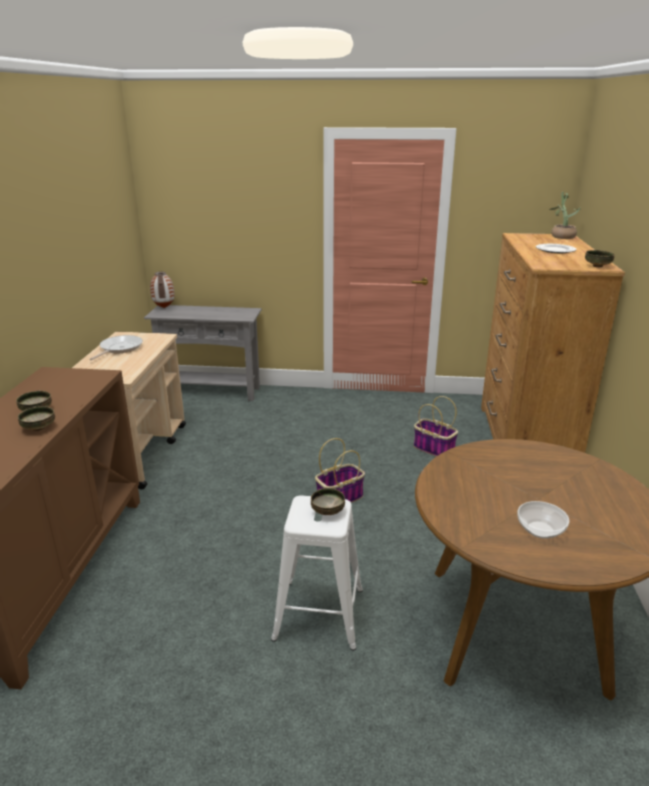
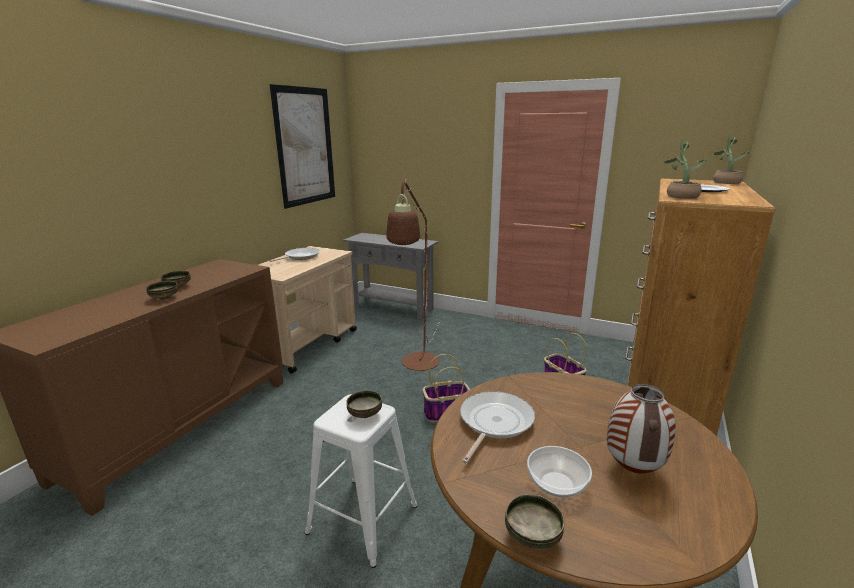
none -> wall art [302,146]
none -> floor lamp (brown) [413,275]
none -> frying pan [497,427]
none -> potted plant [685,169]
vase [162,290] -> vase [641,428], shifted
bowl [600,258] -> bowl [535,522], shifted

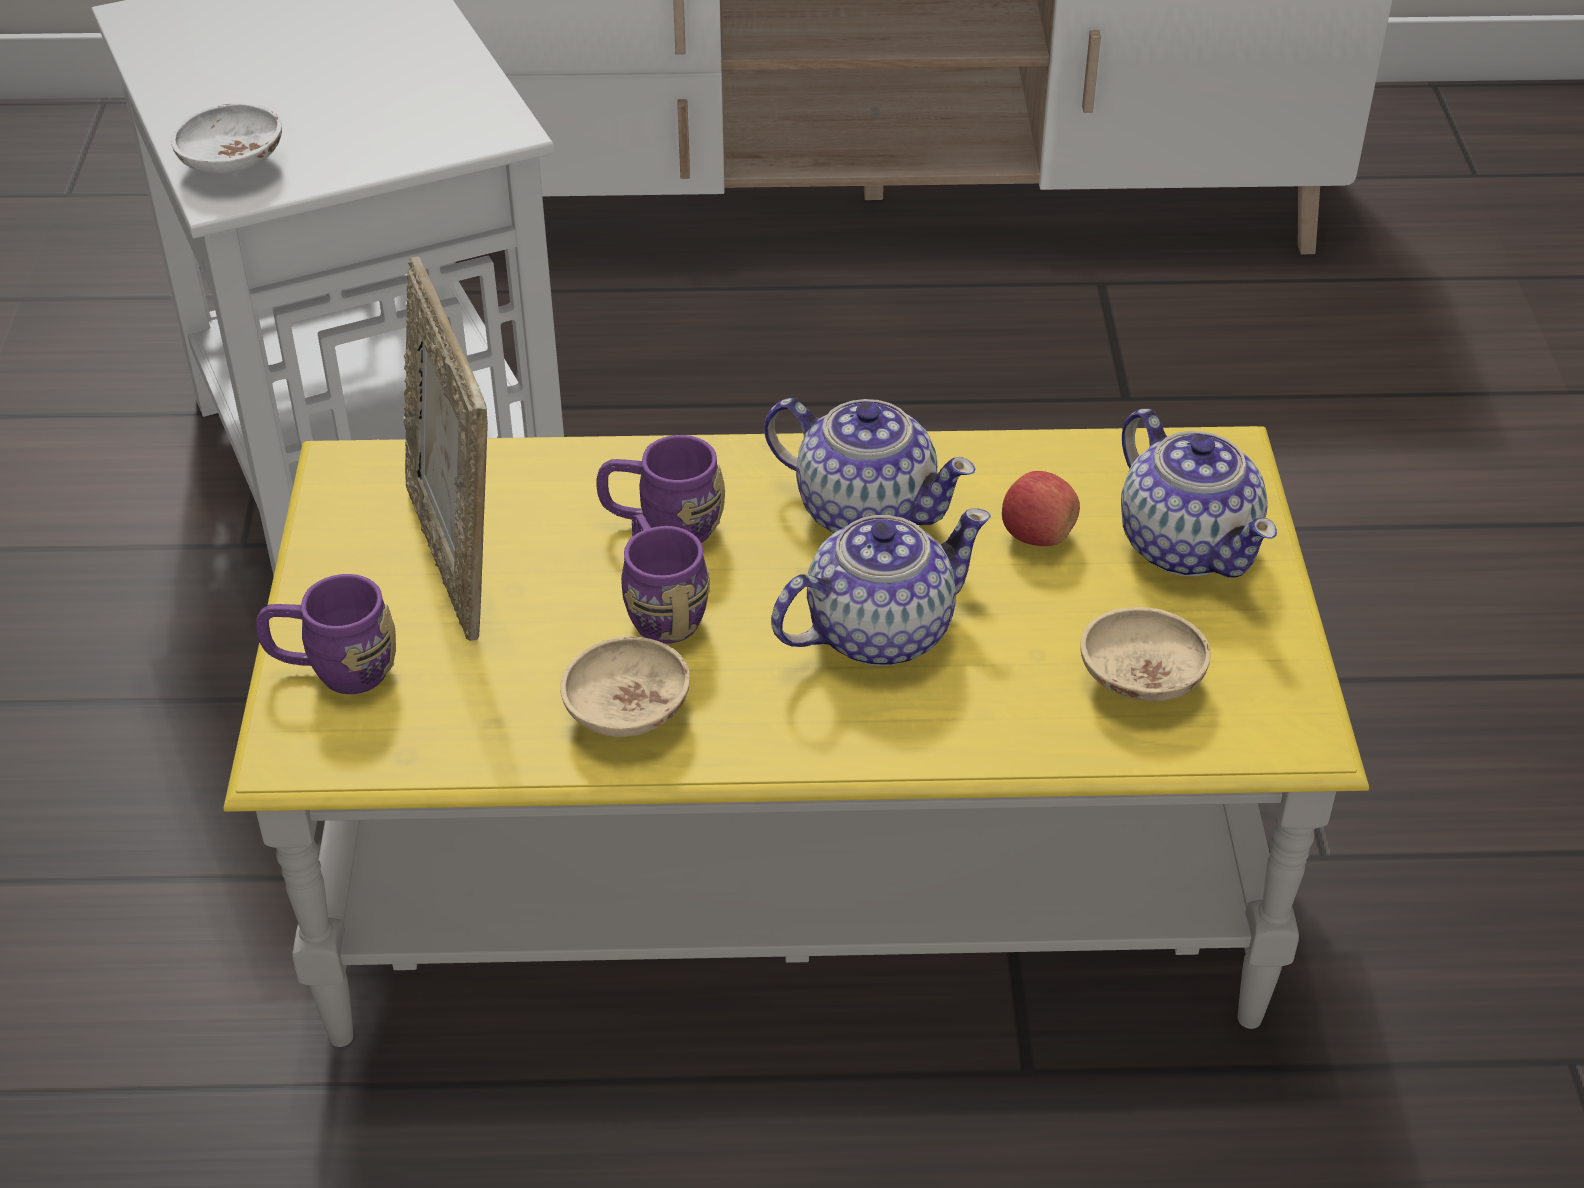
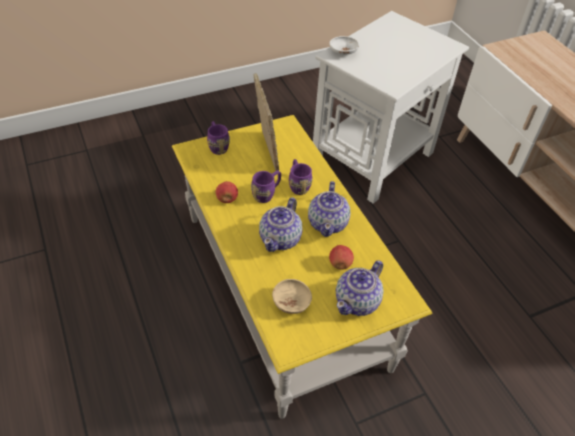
bowl (beige) [625,686] -> whole apple [227,192]
picture frame [446,449] -> picture frame [266,122], 120 degrees clockwise
pot for tea [881,587] -> pot for tea [280,224], 75 degrees clockwise

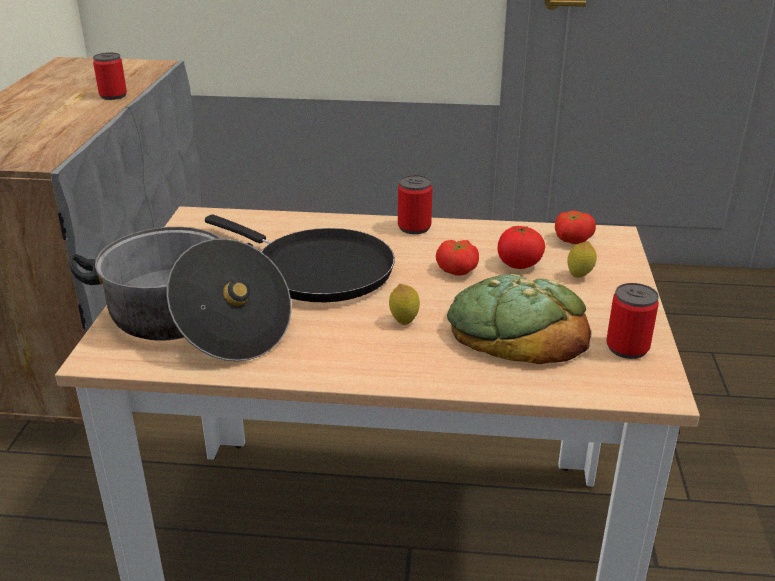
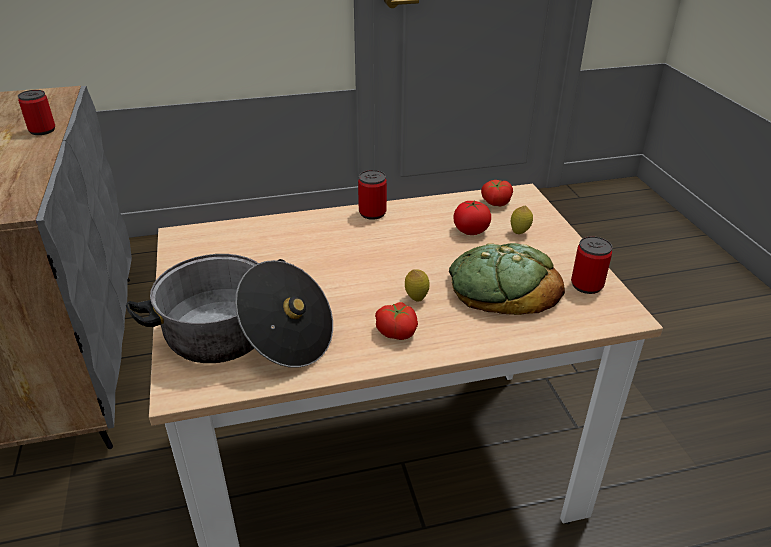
frying pan (blackish) [300,258] -> none
fresh tomato [457,257] -> fresh tomato [396,321], shifted

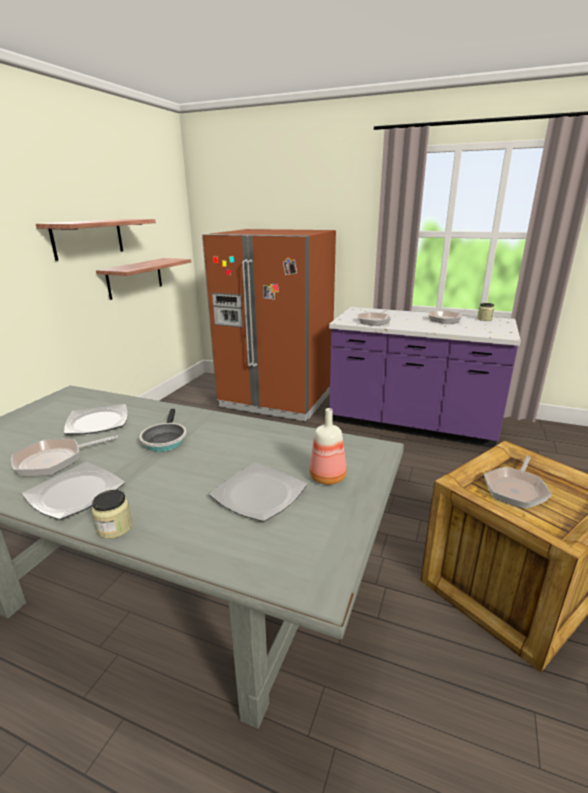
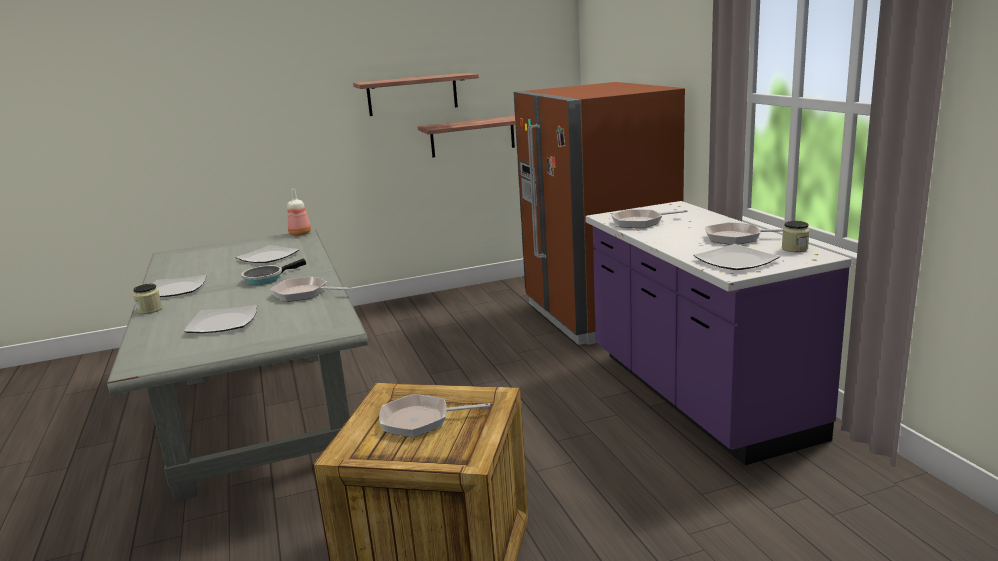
none -> dinner plate [736,257]
frying pan [64,455] -> frying pan [311,289], shifted
beverage bottle [328,446] -> beverage bottle [299,212], shifted

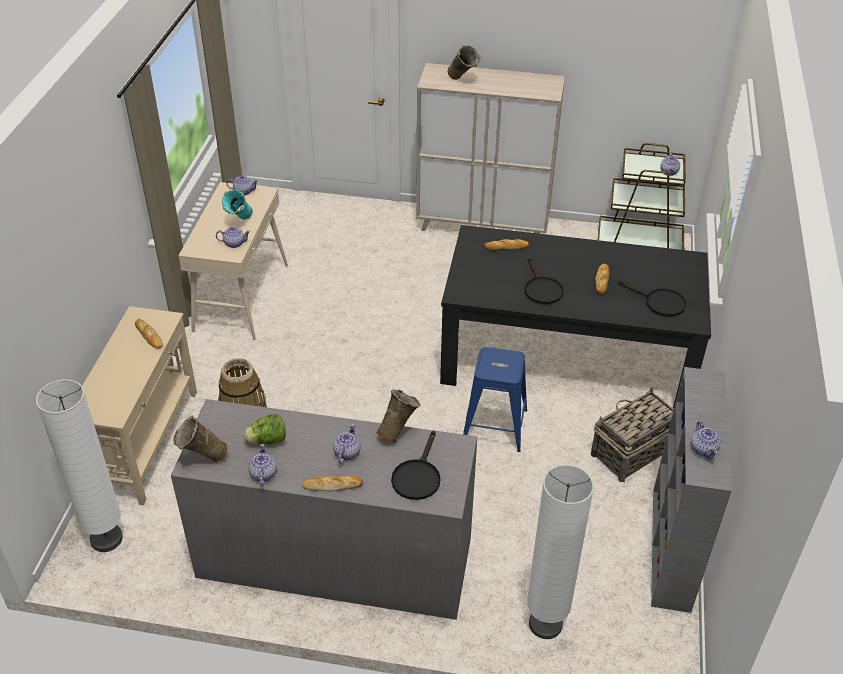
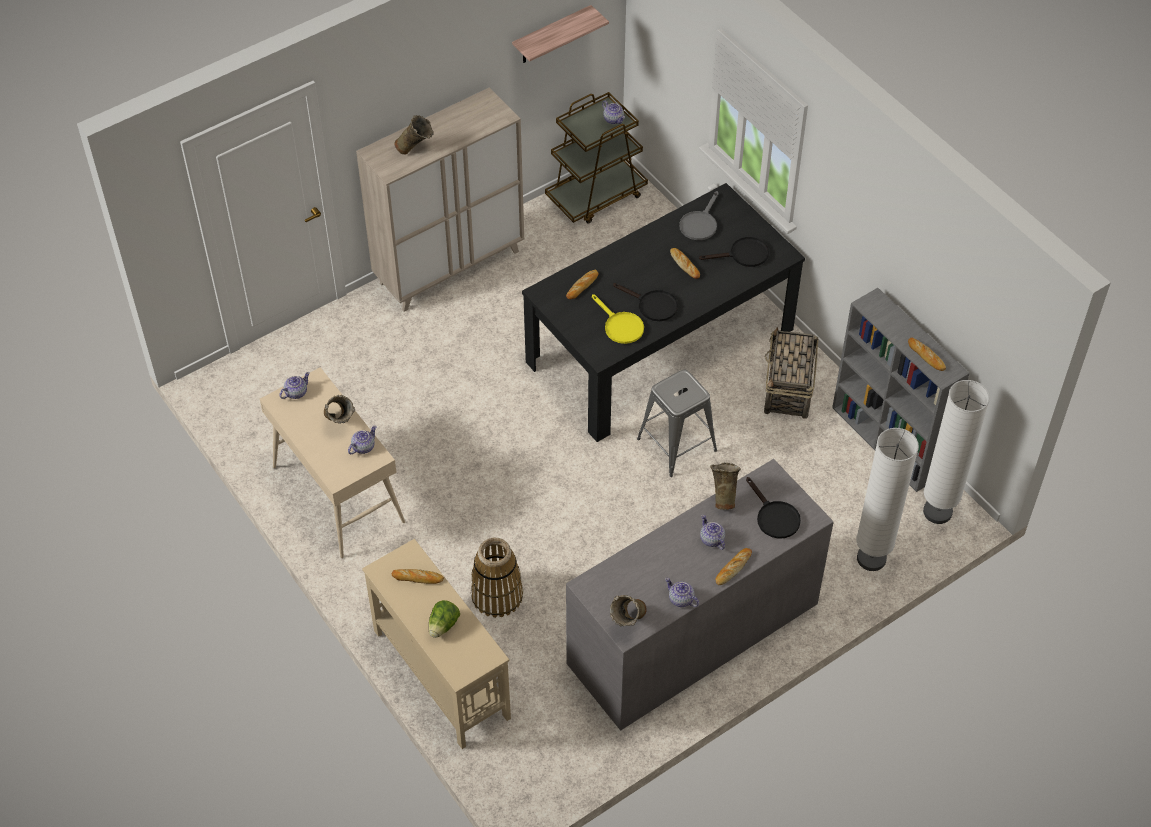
none -> shelf [560,34]
none -> frying pan (yellowish) [618,319]
none -> frying pan (gray) [699,215]
floor lamp (white) [79,466] -> floor lamp (white) [956,452], shifted
lettuce head [265,429] -> lettuce head [444,619], shifted
pot for tea [706,440] -> bread [927,354]
vase (turquoise) [237,204] -> vase (beige) [339,409]
stool seat (blue-coloured) [495,399] -> stool seat (gray) [677,423]

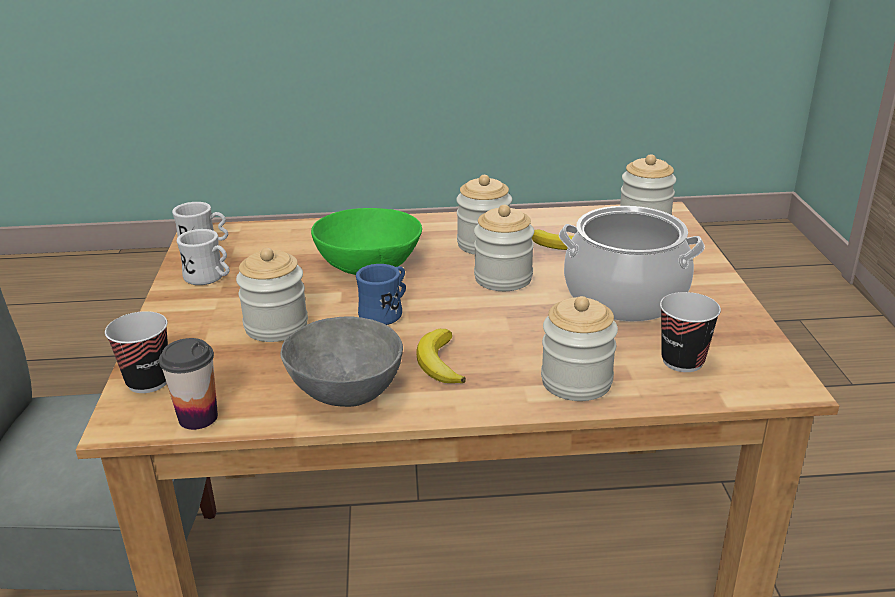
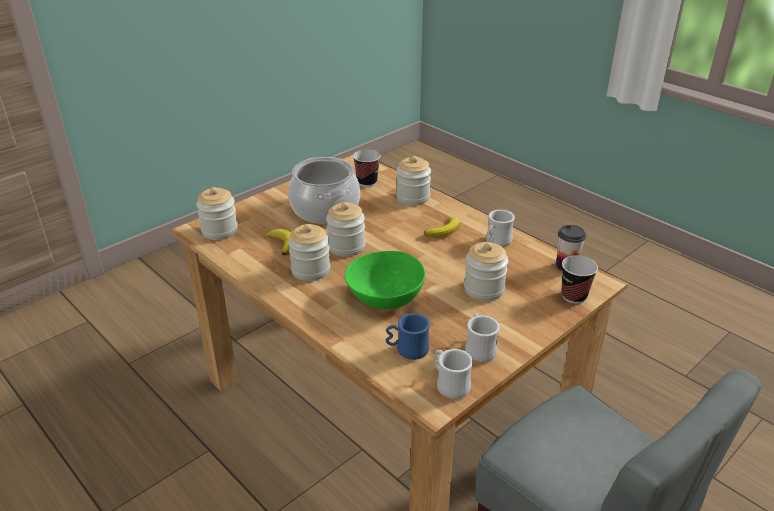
coffee mug (blue-coloured) [381,294] -> coffee mug (blue-coloured) [407,336], shifted
bowl (gray) [341,362] -> coffee mug (white) [500,228]

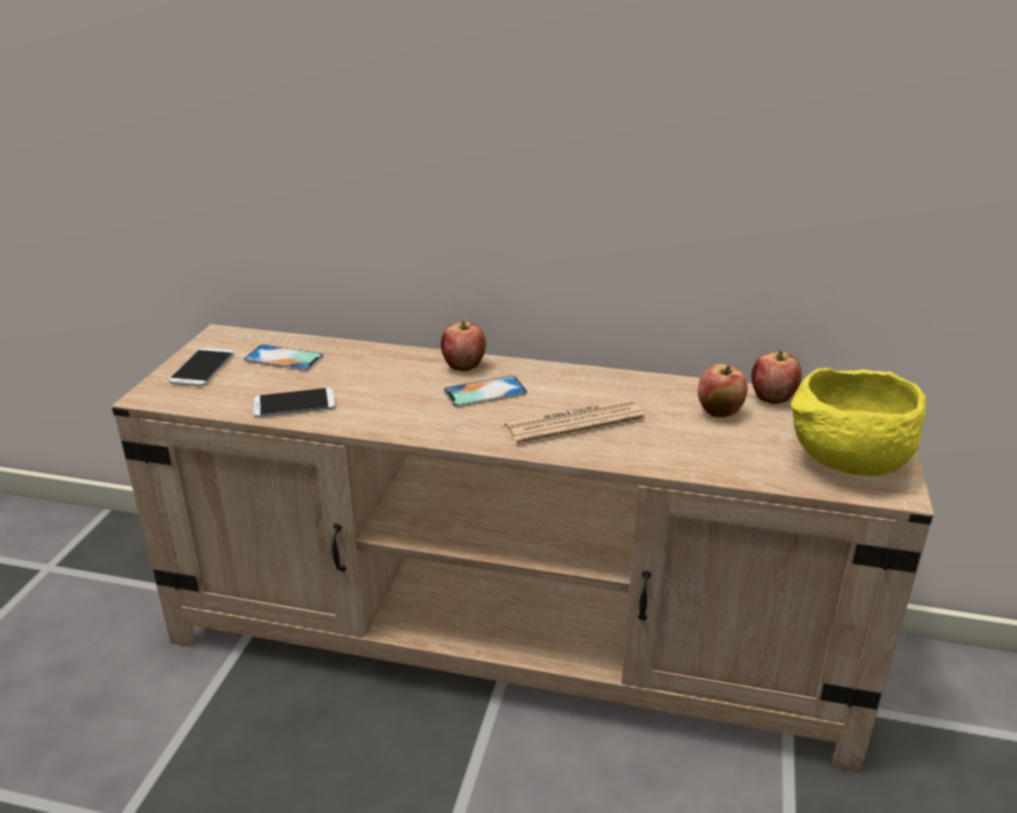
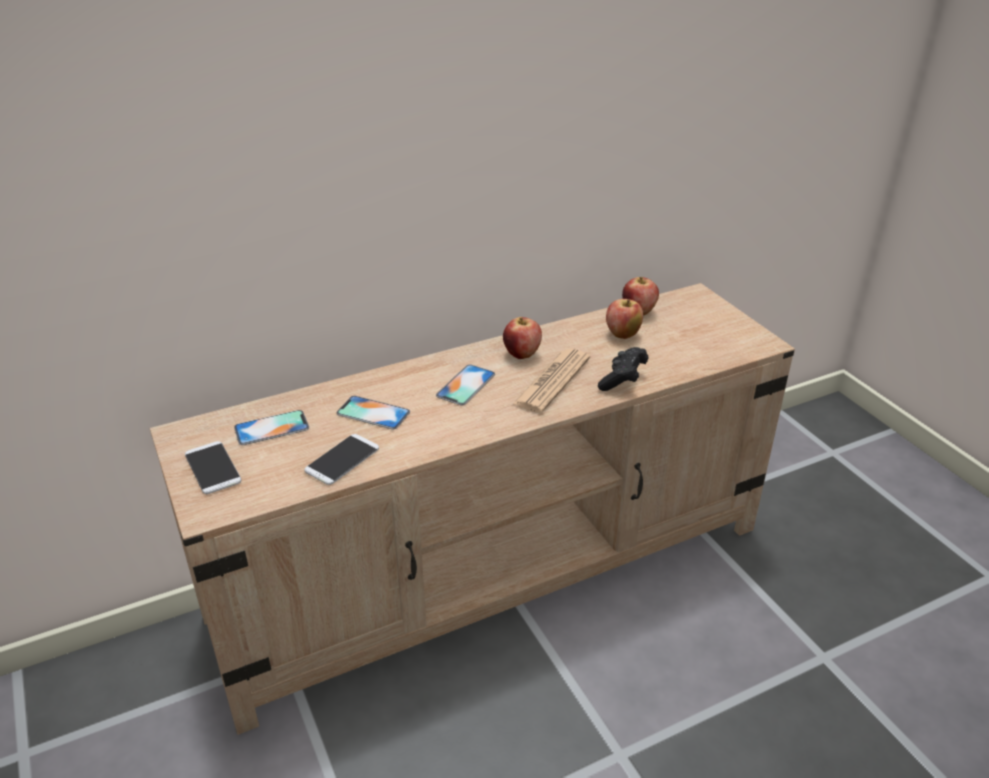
bowl (yellowish) [858,422] -> none
none -> phone [373,412]
none -> game controller (blackish) [623,369]
whole apple [463,346] -> whole apple [522,338], shifted

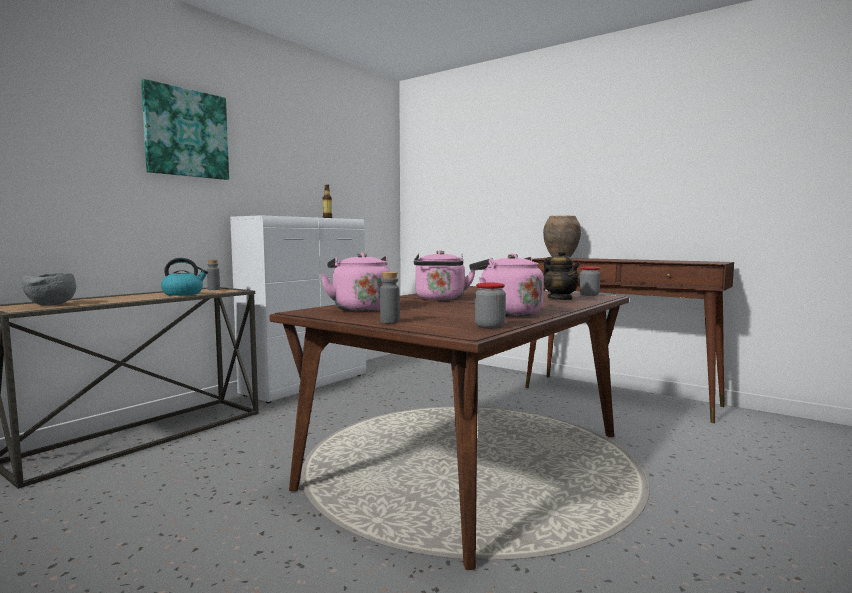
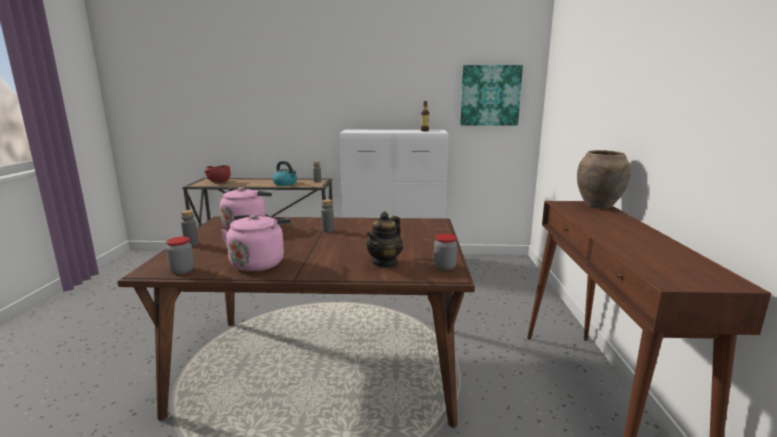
wall art [185,129] -> wall art [491,95], shifted
kettle (pink-coloured) [444,275] -> beverage bottle (gray) [327,216]
bowl (gray) [48,288] -> bowl (reddish) [217,174]

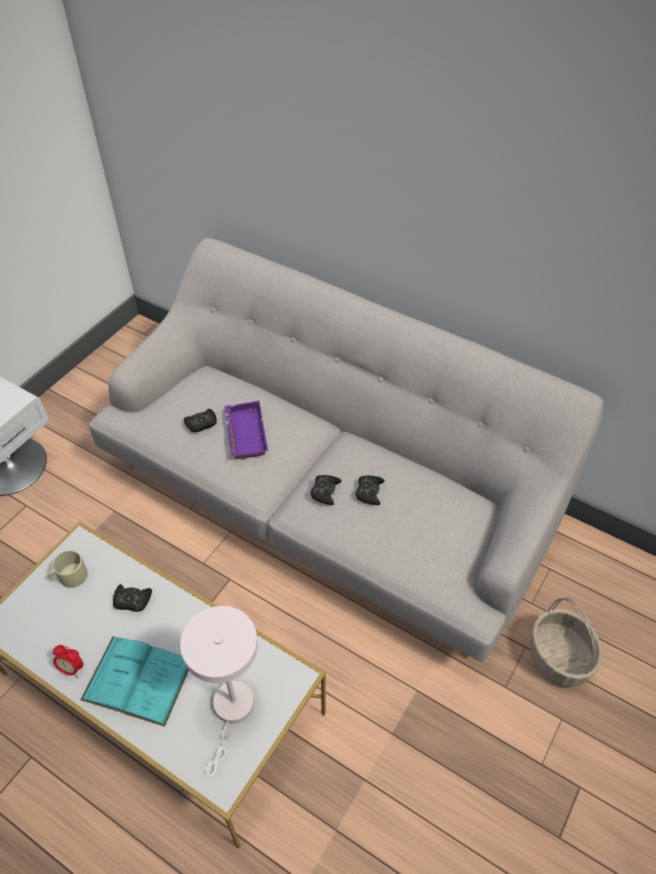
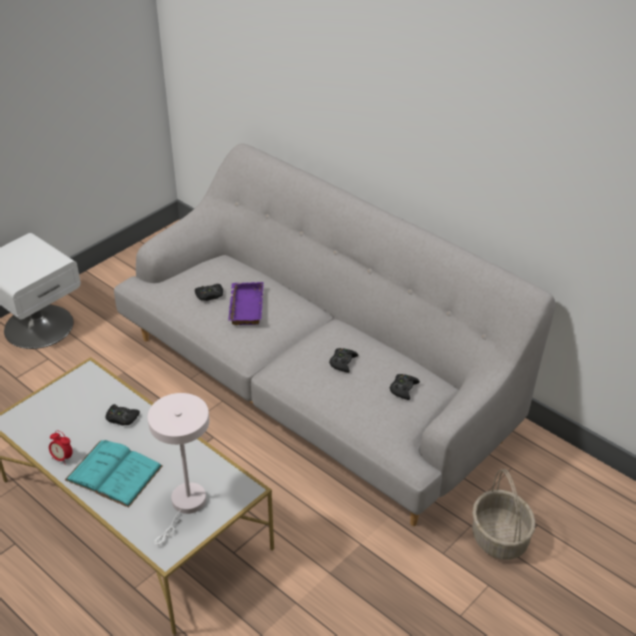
coffee mug (beige) [68,569] -> none
game controller (blackish) [326,490] -> game controller (blackish) [405,387], shifted

